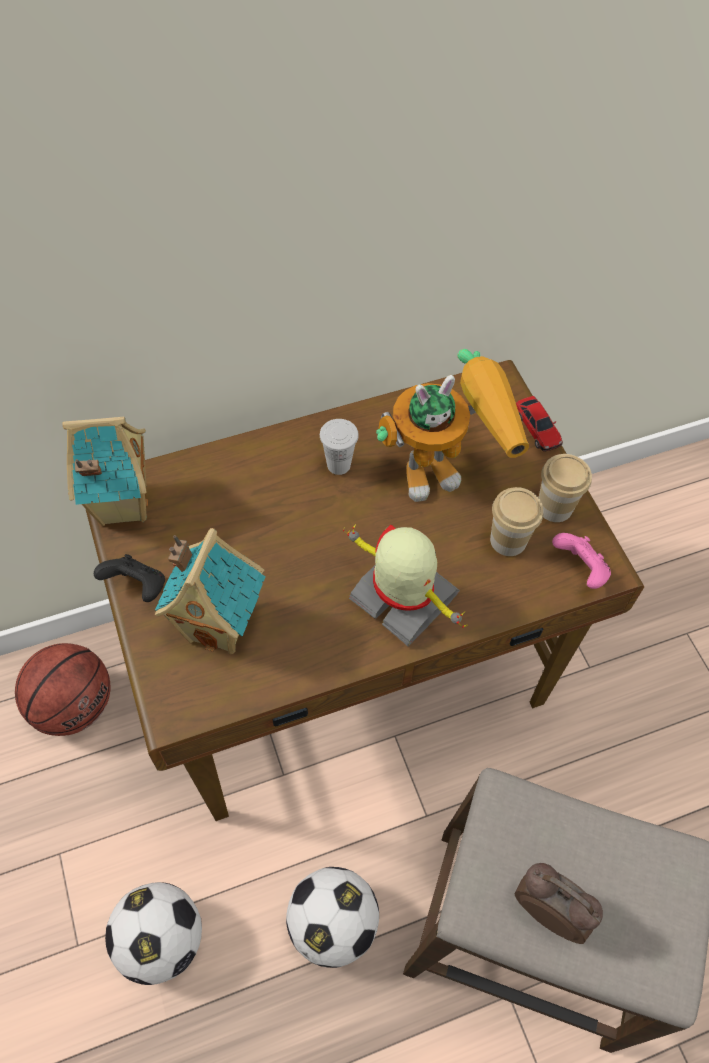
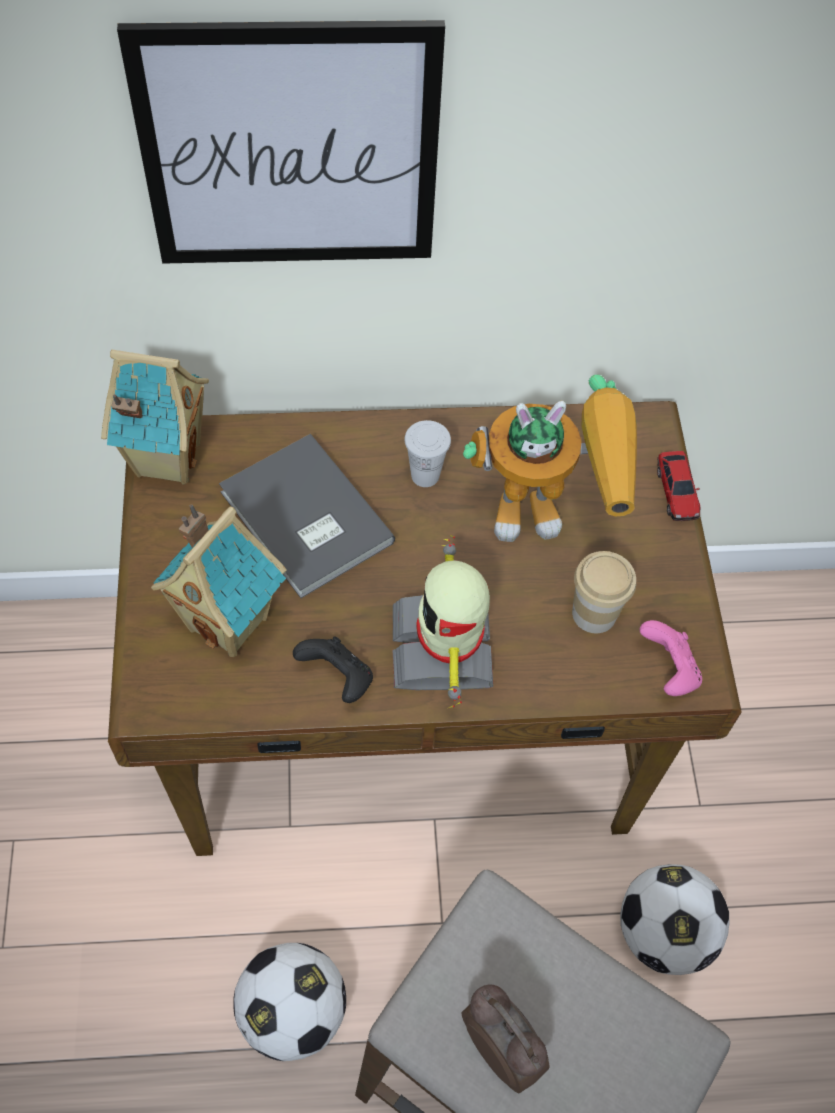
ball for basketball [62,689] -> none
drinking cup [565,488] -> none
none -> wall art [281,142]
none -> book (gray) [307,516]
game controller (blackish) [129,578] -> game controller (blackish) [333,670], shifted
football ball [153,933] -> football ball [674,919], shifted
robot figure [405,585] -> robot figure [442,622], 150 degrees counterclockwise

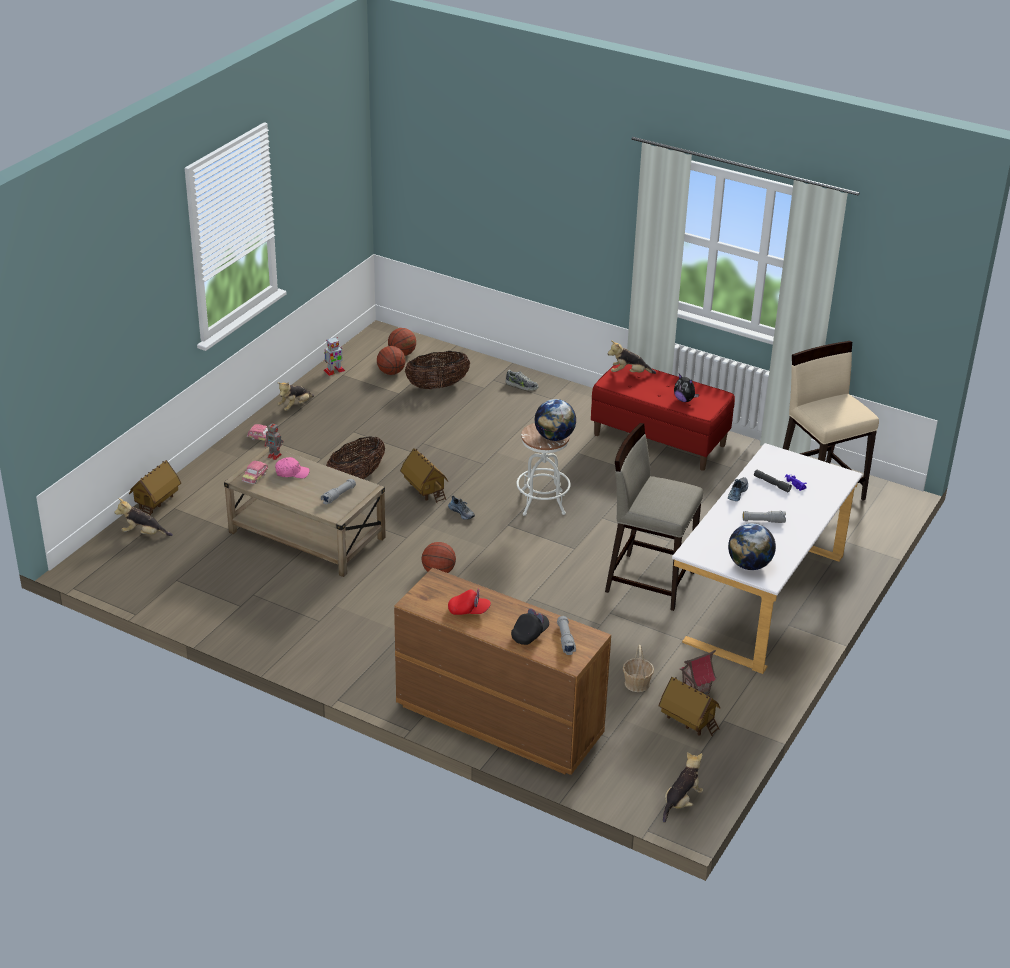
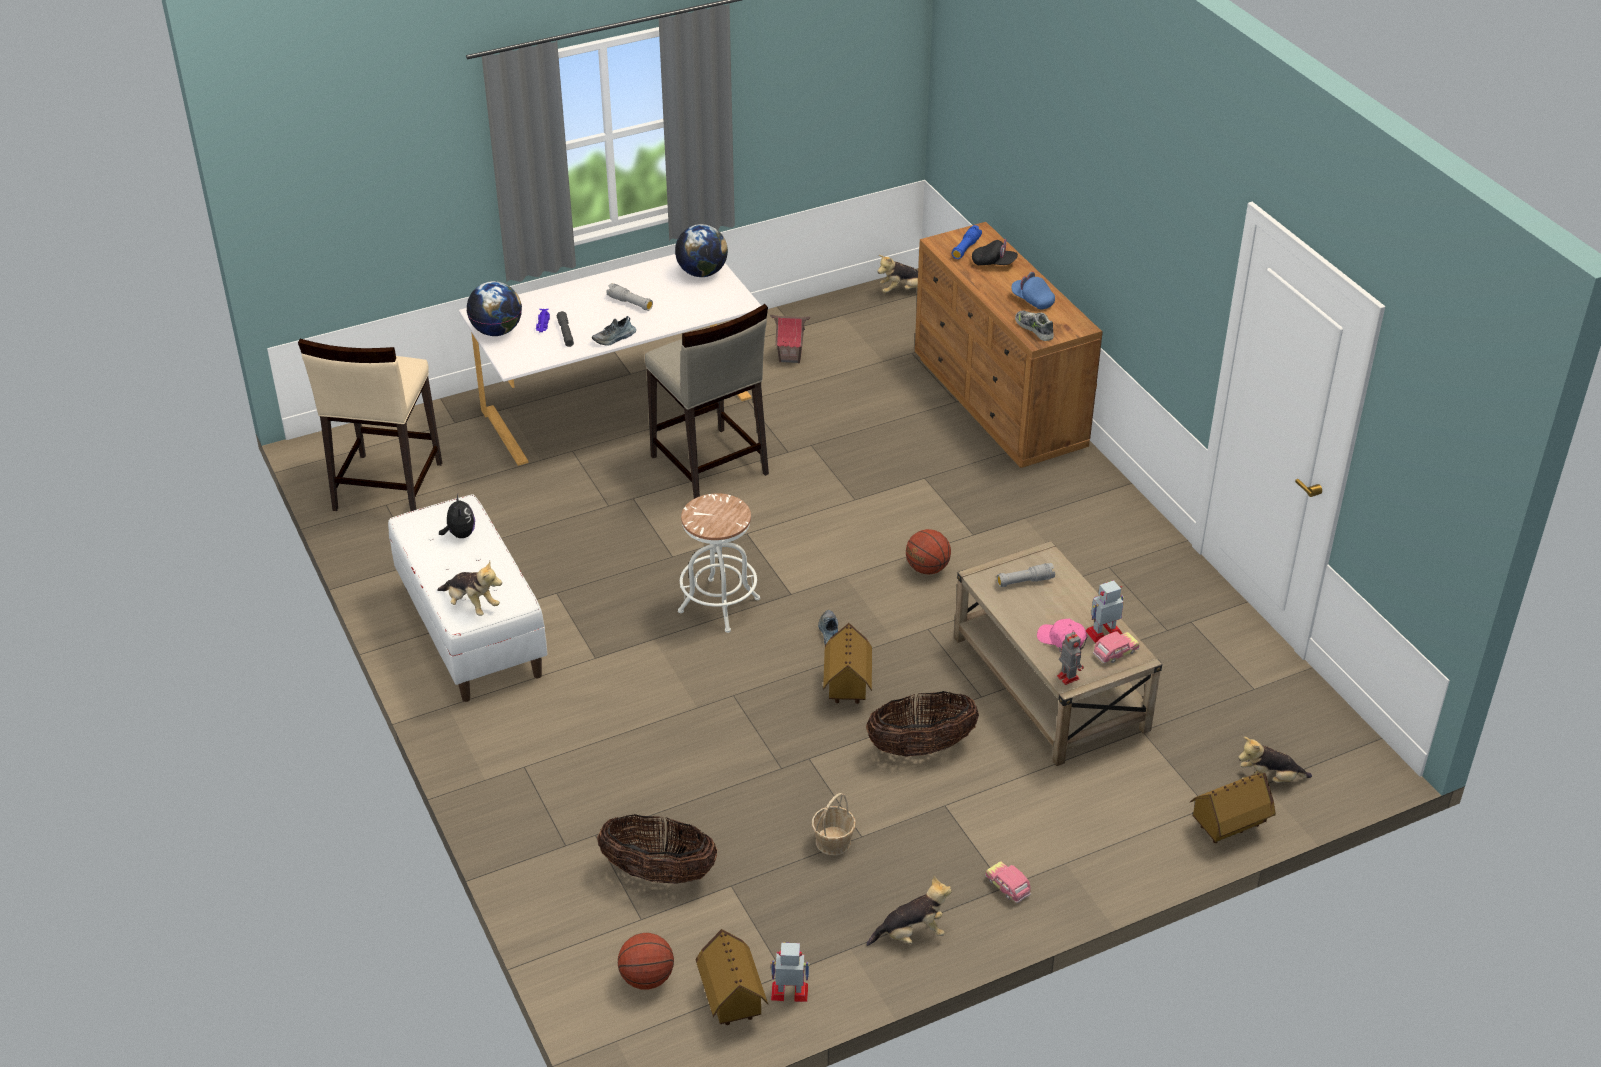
ball for basketball [391,360] -> none
none -> robot figure [1105,611]
item of footwear [522,380] -> item of footwear [1034,325], shifted
desk globe [555,420] -> desk globe [494,308], shifted
basket [638,668] -> basket [834,824], shifted
model house [689,706] -> model house [732,977], shifted
peaked cap (reddish) [469,602] -> peaked cap (blue-coloured) [1033,291]
flashlight (gray) [566,635] -> flashlight (blue-coloured) [967,242]
bench (reddish) [663,417] -> bench (white) [467,598]
soft toy [143,517] -> soft toy [1275,760], 135 degrees clockwise
peaked cap (blackish) [530,626] -> peaked cap (blackish) [995,252], 150 degrees counterclockwise

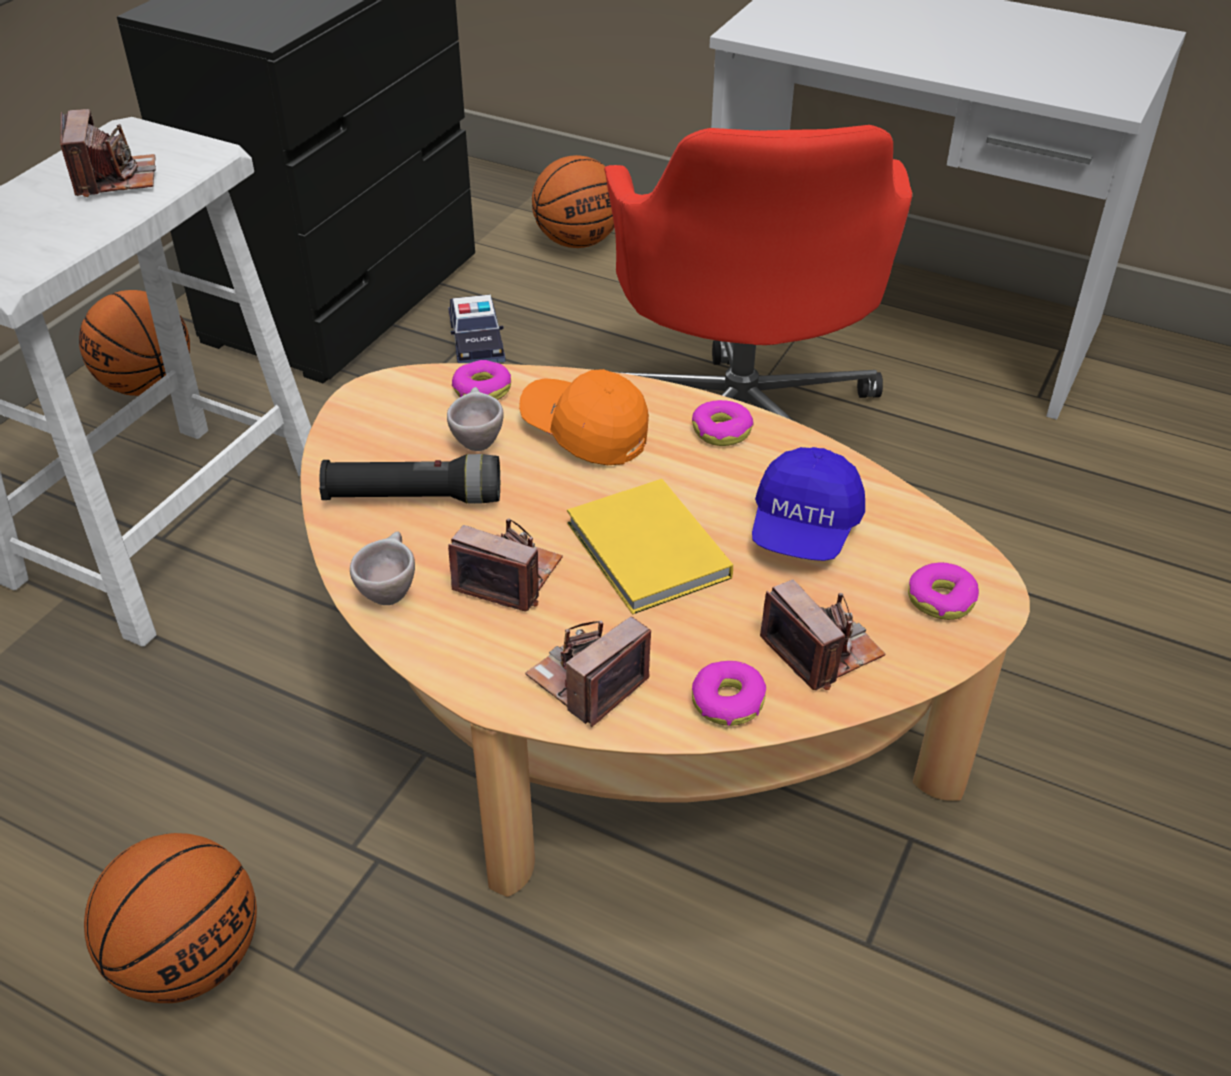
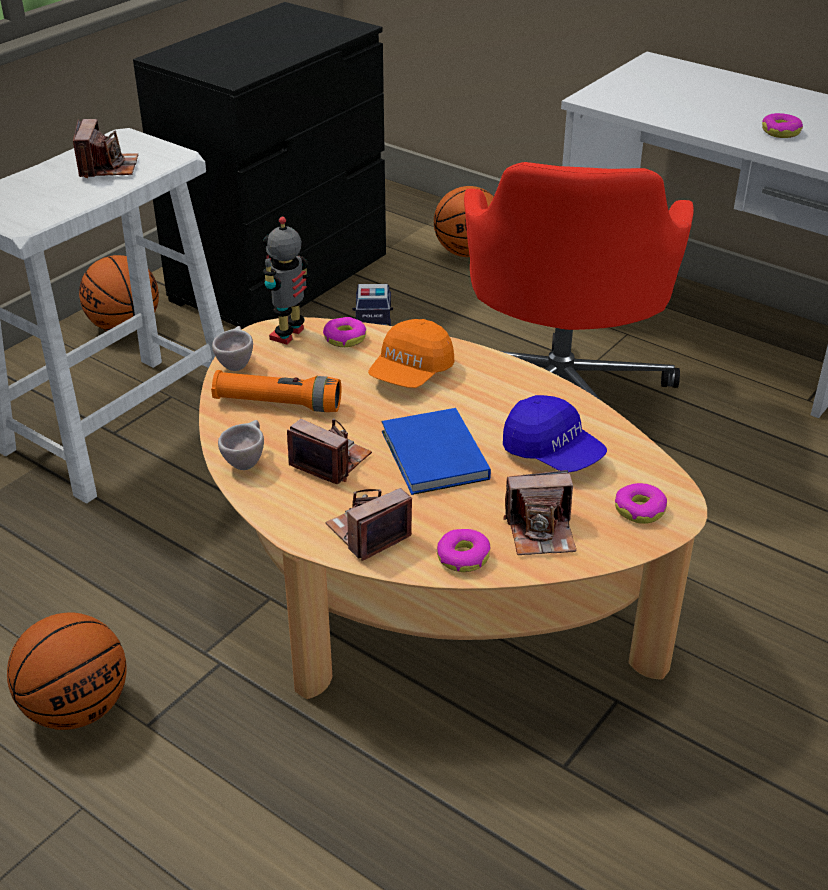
none -> robot figure [286,281]
drinking cup (beige) [475,419] -> drinking cup (beige) [232,348], shifted
doughnut [723,423] -> doughnut [782,125], shifted
flashlight (blackish) [409,479] -> flashlight (orange) [276,391]
book (yellowish) [650,546] -> book (blue-coloured) [436,451]
peaked cap (orange) [584,417] -> peaked cap (orange) [411,353], 105 degrees counterclockwise
peaked cap (blue-coloured) [808,504] -> peaked cap (blue-coloured) [555,434], 75 degrees counterclockwise
still camera [822,634] -> still camera [540,512], 105 degrees clockwise

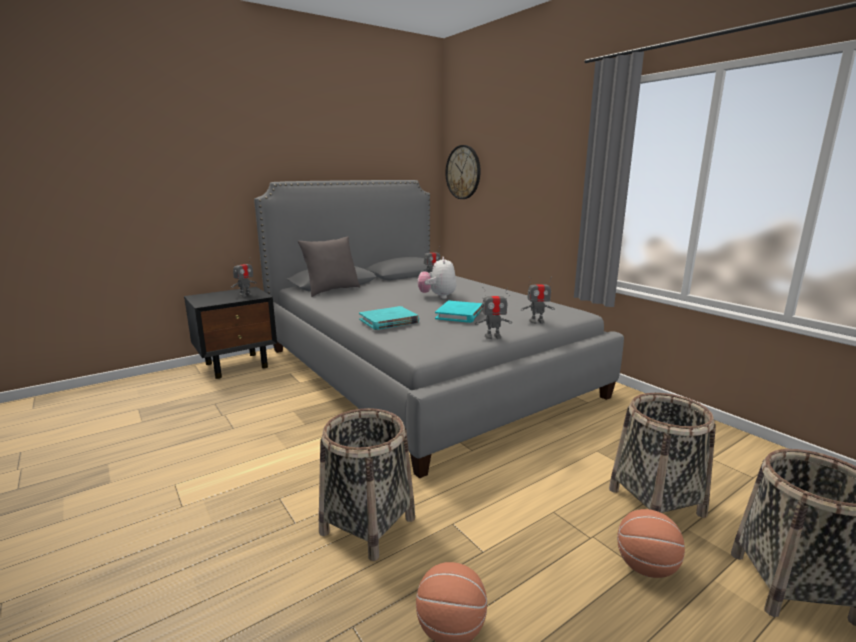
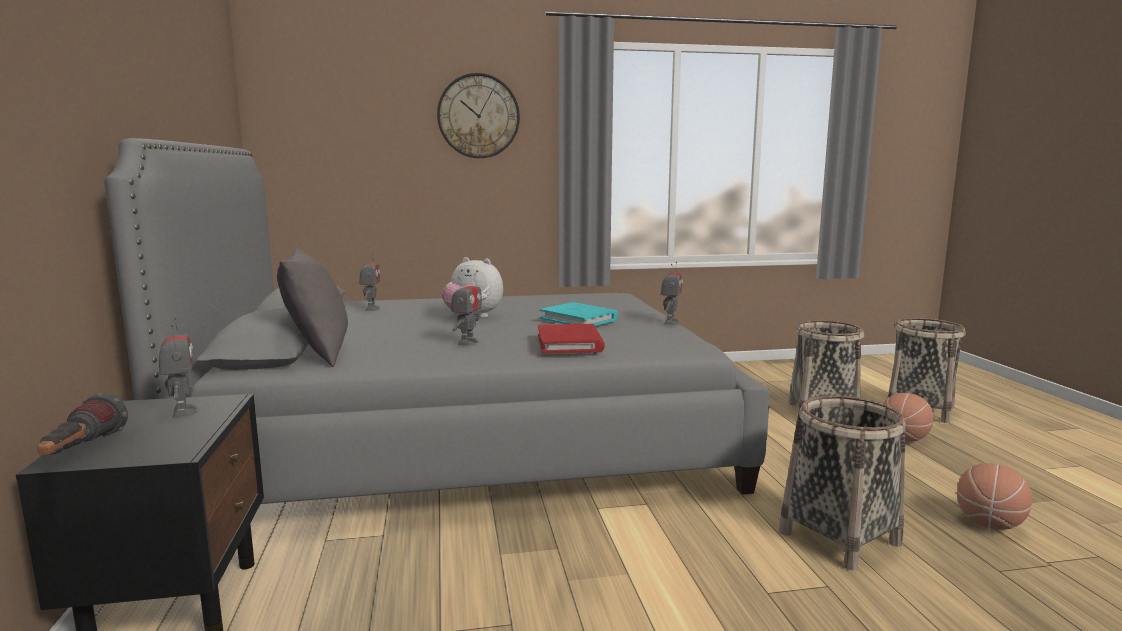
none -> flashlight [82,424]
wall clock [463,172] -> wall clock [478,115], shifted
robot figure [538,300] -> robot figure [466,310], shifted
book (turquoise) [389,318] -> book (reddish) [571,339]

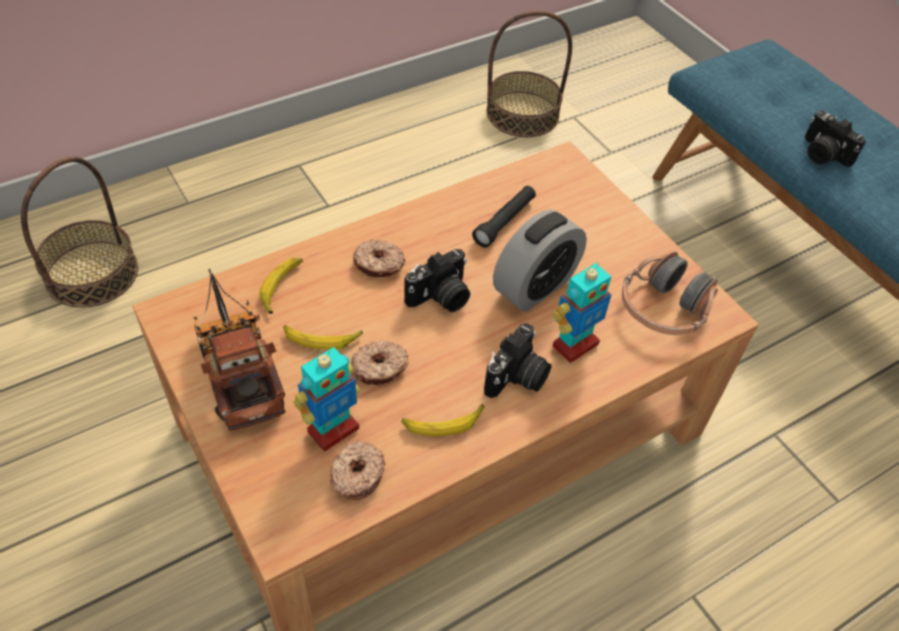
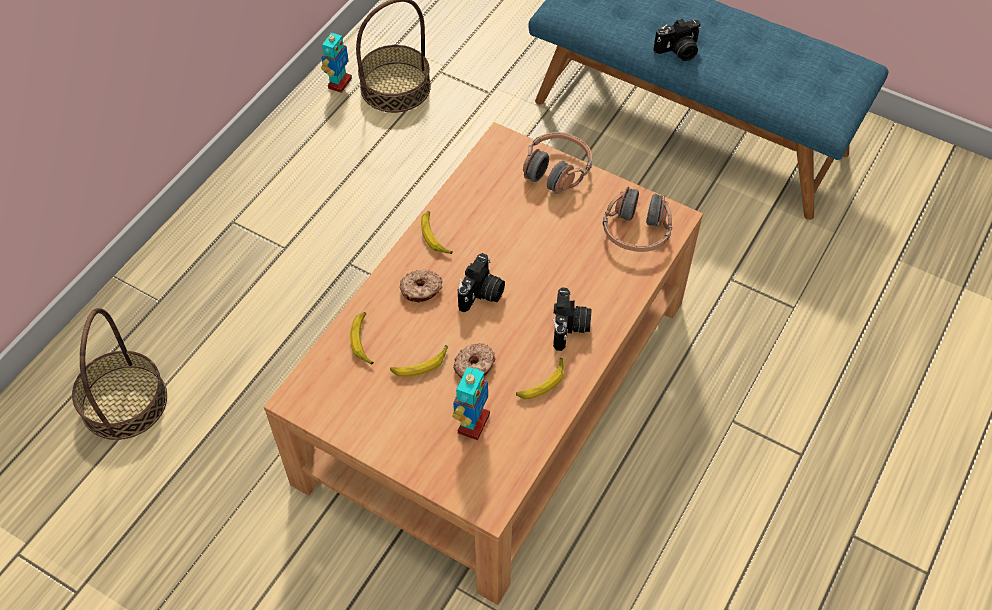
model truck [239,350] -> none
doughnut [358,470] -> none
flashlight (blackish) [504,216] -> none
bedside clock [540,260] -> none
none -> whole banana [437,232]
none -> pair of headphones [557,163]
robot figure [582,312] -> robot figure [336,61], shifted
still camera [835,139] -> still camera [677,40], 45 degrees counterclockwise

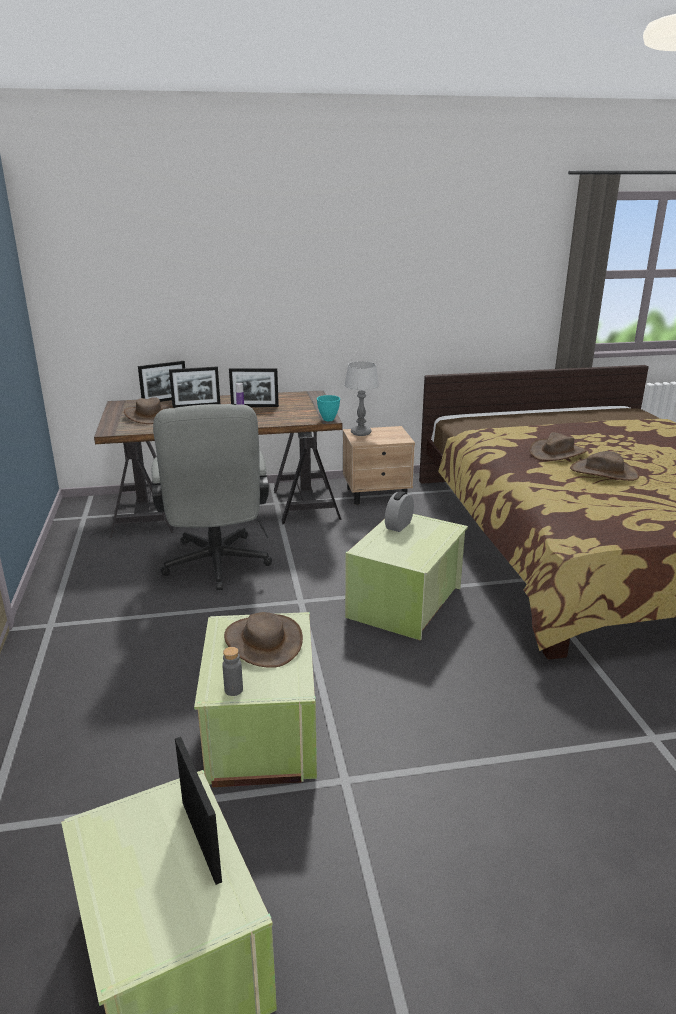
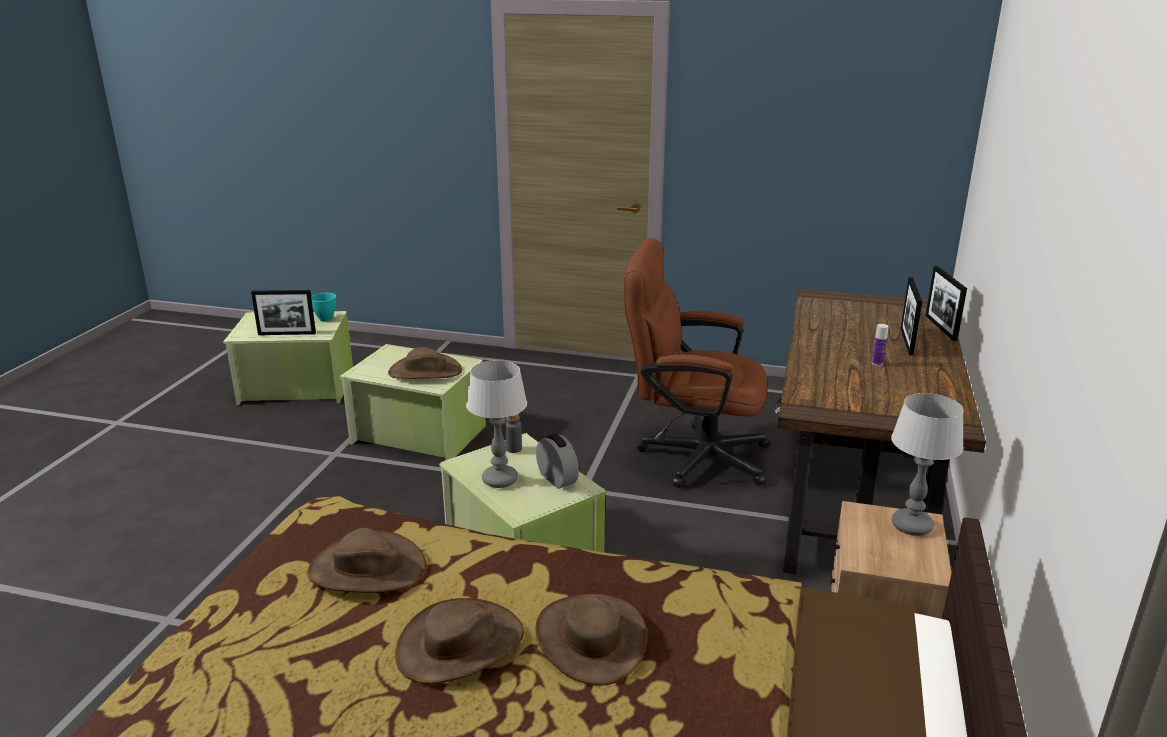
picture frame [254,387] -> none
none -> table lamp [496,424]
clothing hat (brown) [148,410] -> clothing hat (brown) [367,560], shifted
beverage bottle (gray) [232,671] -> beverage bottle (gray) [513,433], shifted
bowl (turquoise) [328,408] -> bowl (turquoise) [323,307], shifted
office chair (gray) [212,497] -> office chair (brown) [697,363]

